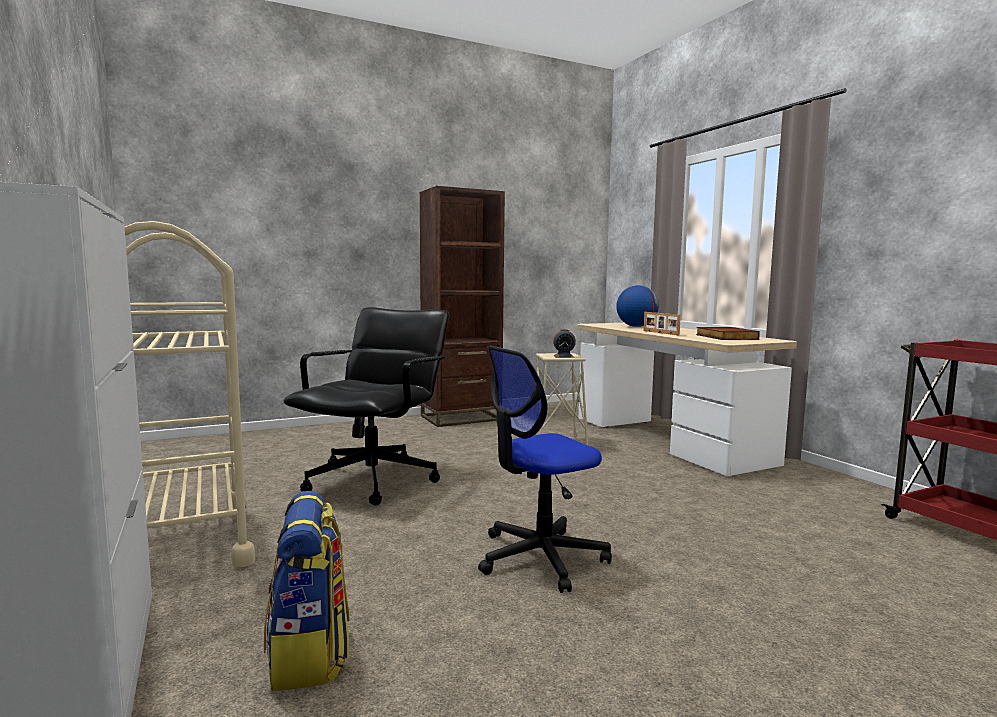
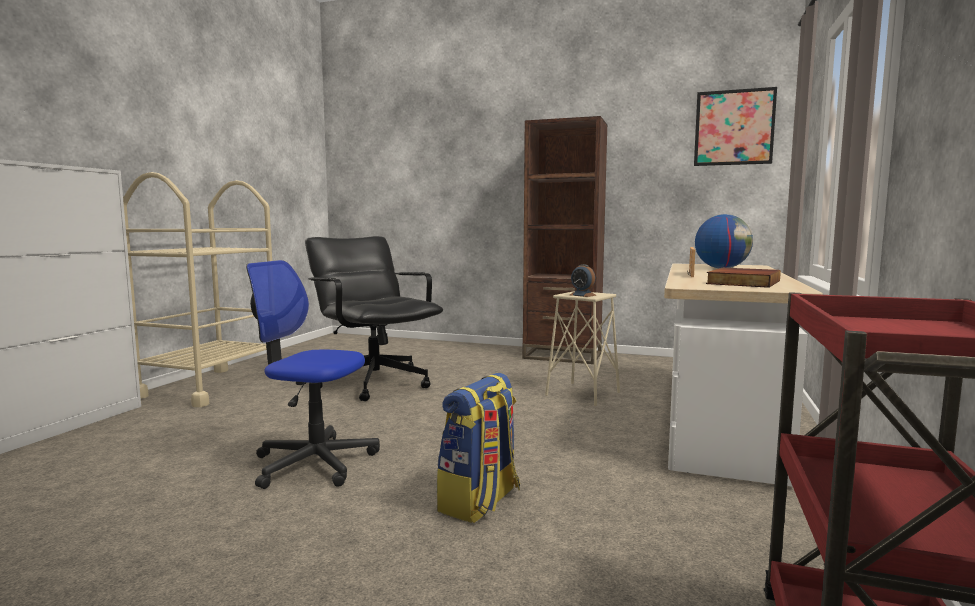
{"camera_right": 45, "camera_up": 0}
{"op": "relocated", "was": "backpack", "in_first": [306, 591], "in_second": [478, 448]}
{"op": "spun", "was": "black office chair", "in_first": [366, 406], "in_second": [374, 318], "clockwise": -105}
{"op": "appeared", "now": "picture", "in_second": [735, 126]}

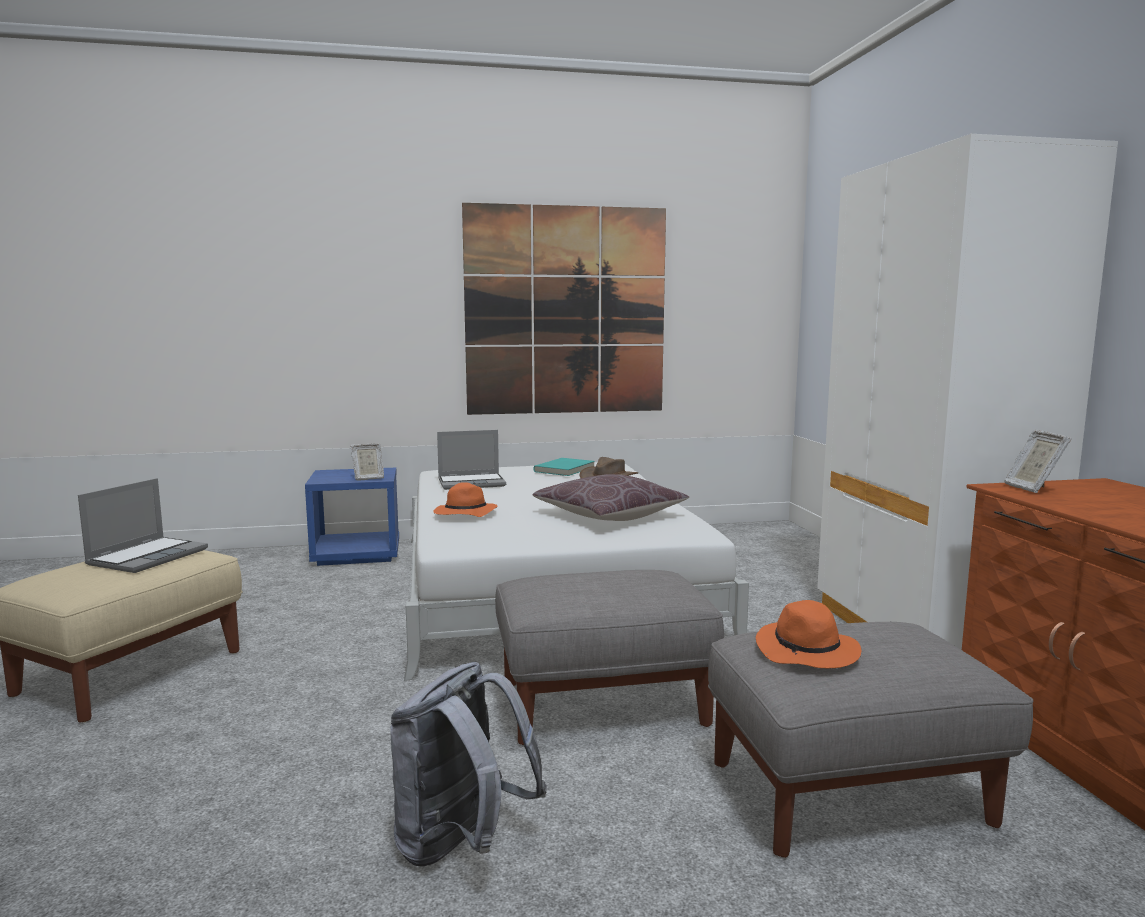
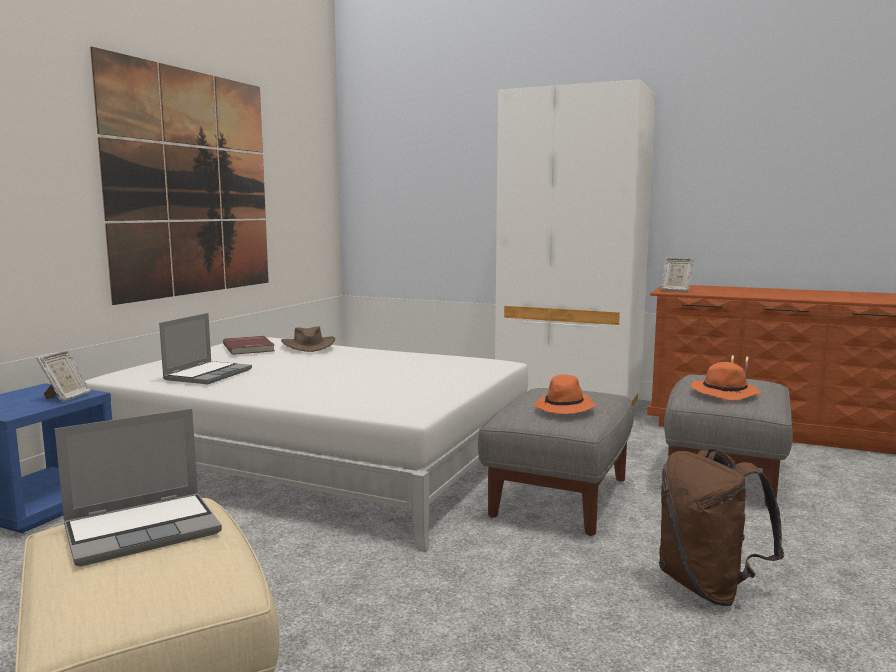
{"camera_right": -55, "camera_up": 0}
{"op": "spun", "was": "laptop", "in_first": [143, 525], "in_second": [138, 488], "clockwise": 90}
{"op": "colour", "was": "grey backpack", "now": "brown backpack", "in_first": [468, 764], "in_second": [721, 527]}
{"op": "relocated", "was": "orange hat", "in_first": [465, 499], "in_second": [565, 394]}
{"op": "missing", "was": "brown pillow", "in_first": [610, 497]}
{"op": "colour", "was": "turquoise book", "now": "red book", "in_first": [564, 467], "in_second": [249, 345]}

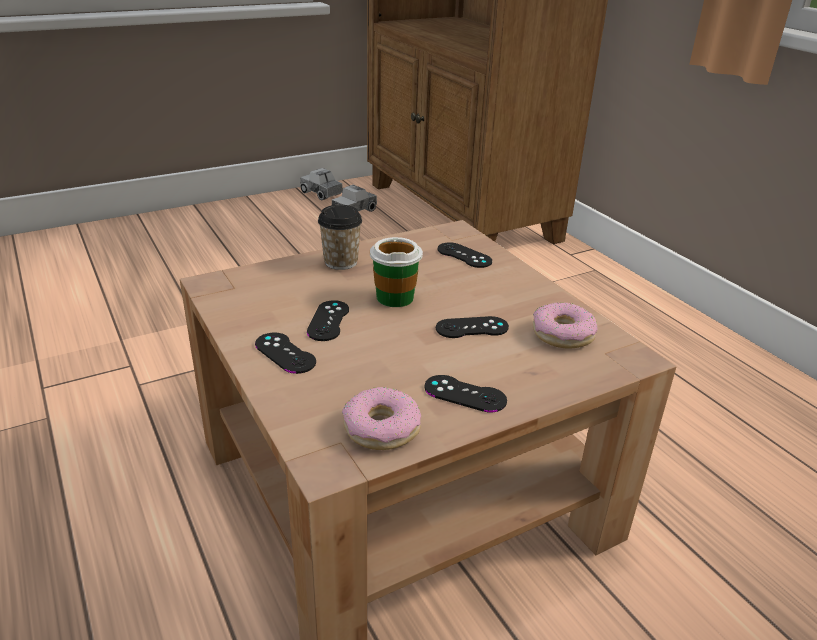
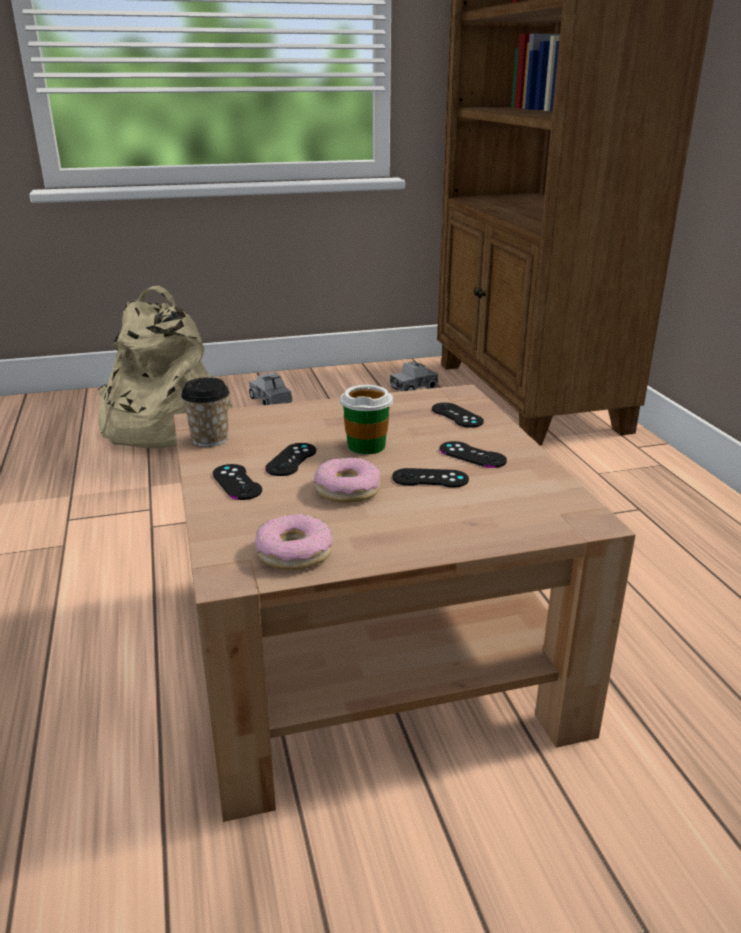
{"camera_right": 15, "camera_up": -5}
{"op": "relocated", "was": "toy truck", "in_first": [321, 184], "in_second": [270, 388]}
{"op": "relocated", "was": "cup", "in_first": [340, 237], "in_second": [205, 412]}
{"op": "relocated", "was": "black game controller", "in_first": [466, 393], "in_second": [473, 454]}
{"op": "relocated", "was": "donut", "in_first": [565, 325], "in_second": [347, 480]}
{"op": "appeared", "now": "beige backpack", "in_second": [165, 367]}

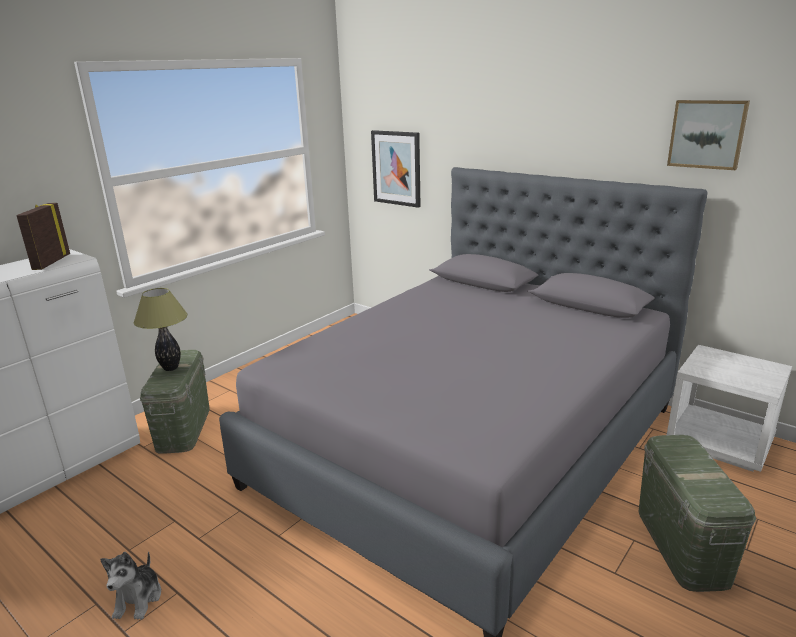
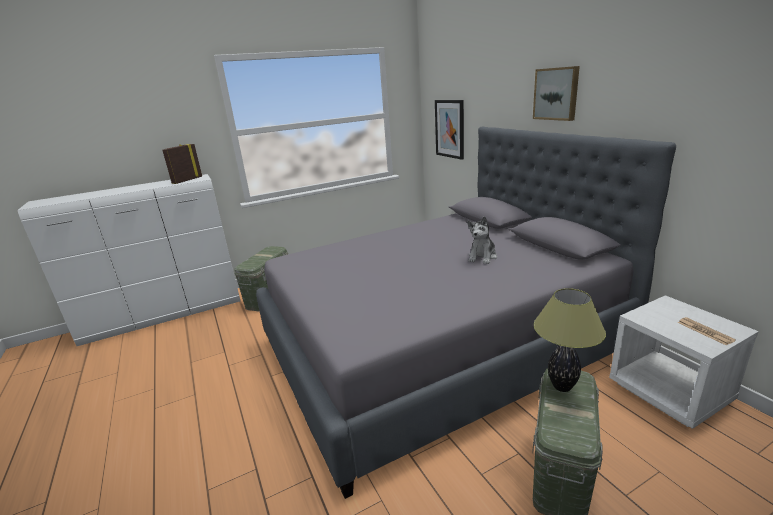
{"camera_right": 25, "camera_up": 0}
{"op": "relocated", "was": "plush toy", "in_first": [130, 586], "in_second": [482, 240]}
{"op": "relocated", "was": "table lamp", "in_first": [161, 329], "in_second": [570, 340]}
{"op": "relocated", "was": "picture", "in_first": [708, 135], "in_second": [556, 93]}
{"op": "appeared", "now": "newspaper", "in_second": [707, 331]}

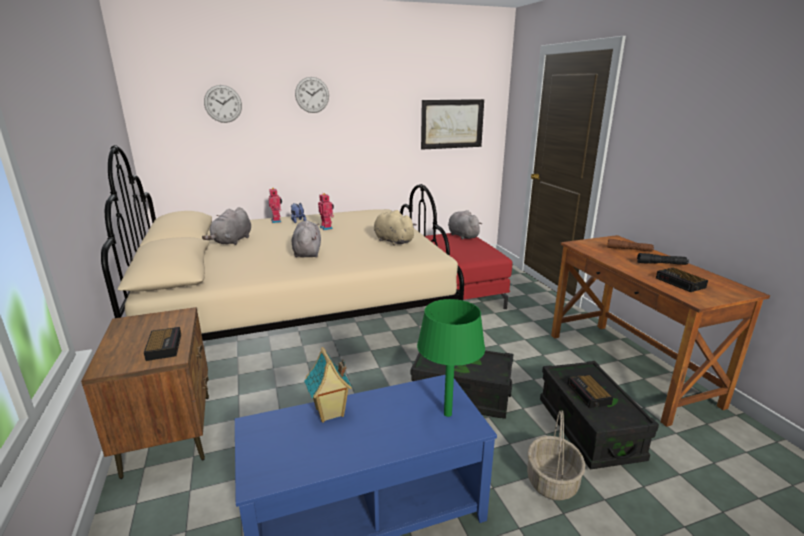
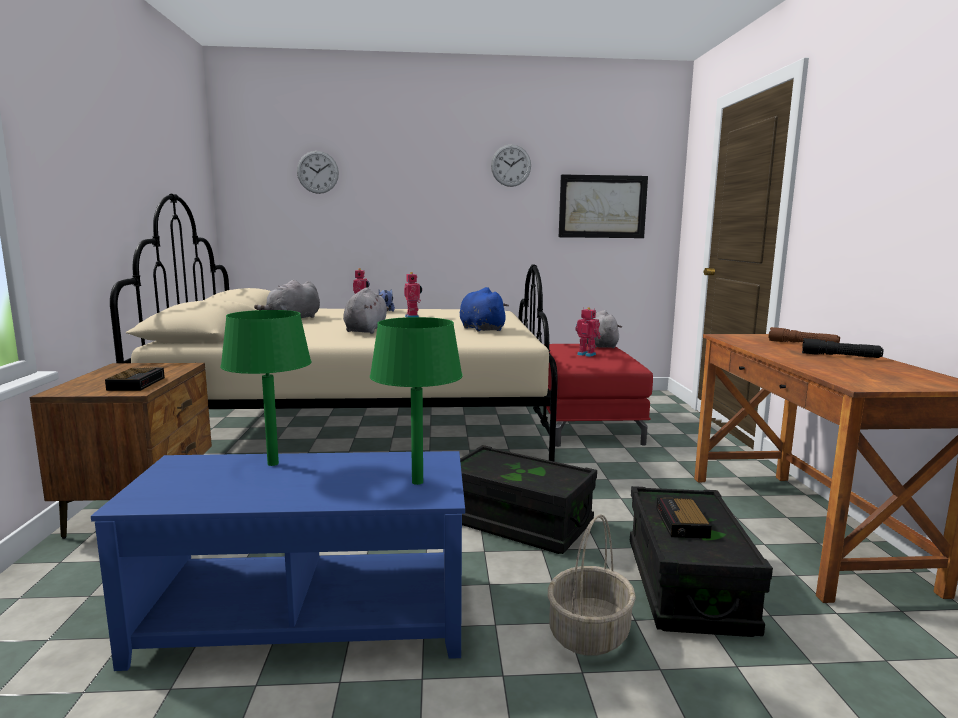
{"camera_right": 15, "camera_up": -10}
{"op": "relocated", "was": "wall clock", "in_first": [312, 95], "in_second": [511, 165]}
{"op": "exchanged", "was": "toy house", "now": "green table lamp", "in_first": [328, 384], "in_second": [265, 388]}
{"op": "colour", "was": "beige plush toy", "now": "blue plush toy", "in_first": [395, 228], "in_second": [484, 309]}
{"op": "missing", "was": "alarm clock", "in_first": [682, 279]}
{"op": "appeared", "now": "toy robot", "in_second": [588, 332]}

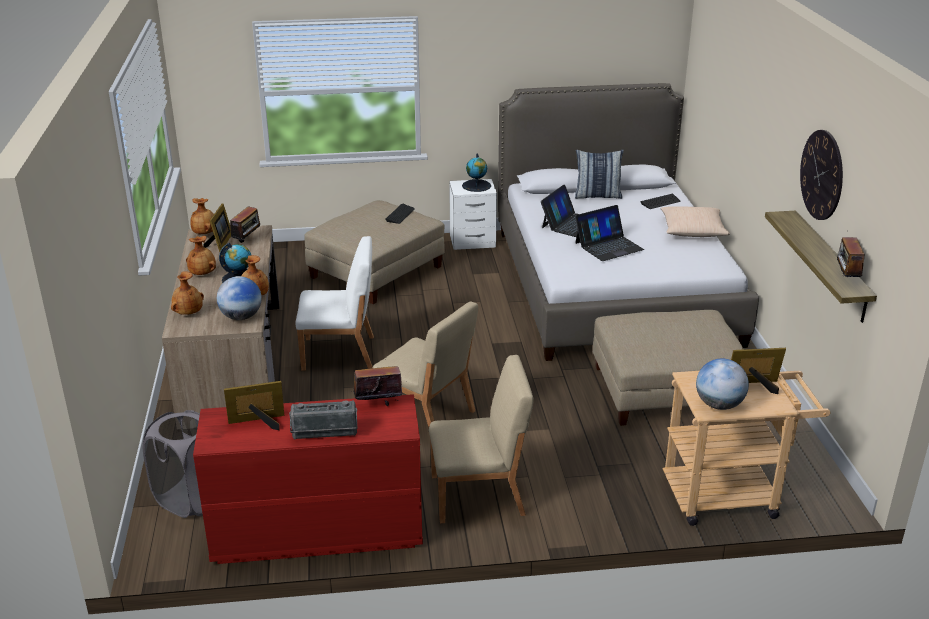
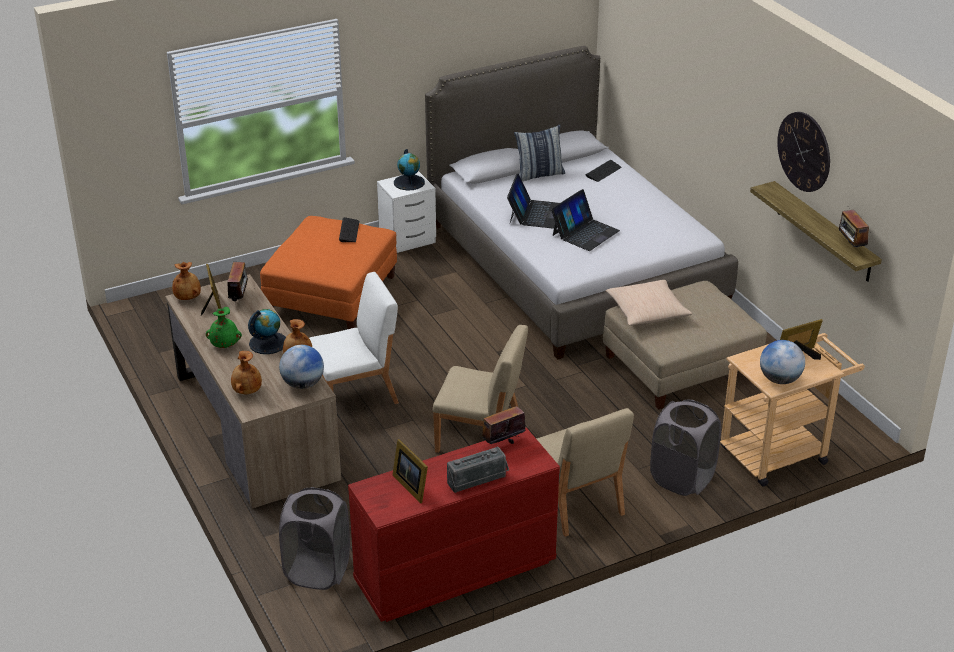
{"camera_right": -20, "camera_up": 5}
{"op": "colour", "was": "brown vase", "now": "green vase", "in_first": [201, 255], "in_second": [224, 327]}
{"op": "spun", "was": "picture frame", "in_first": [254, 405], "in_second": [410, 471], "clockwise": -90}
{"op": "colour", "was": "beige ottoman", "now": "orange ottoman", "in_first": [374, 252], "in_second": [328, 272]}
{"op": "spun", "was": "beige chair", "in_first": [481, 439], "in_second": [585, 472], "clockwise": 90}
{"op": "relocated", "was": "beige pillow", "in_first": [695, 221], "in_second": [648, 303]}
{"op": "appeared", "now": "grey laundry basket", "in_second": [685, 448]}

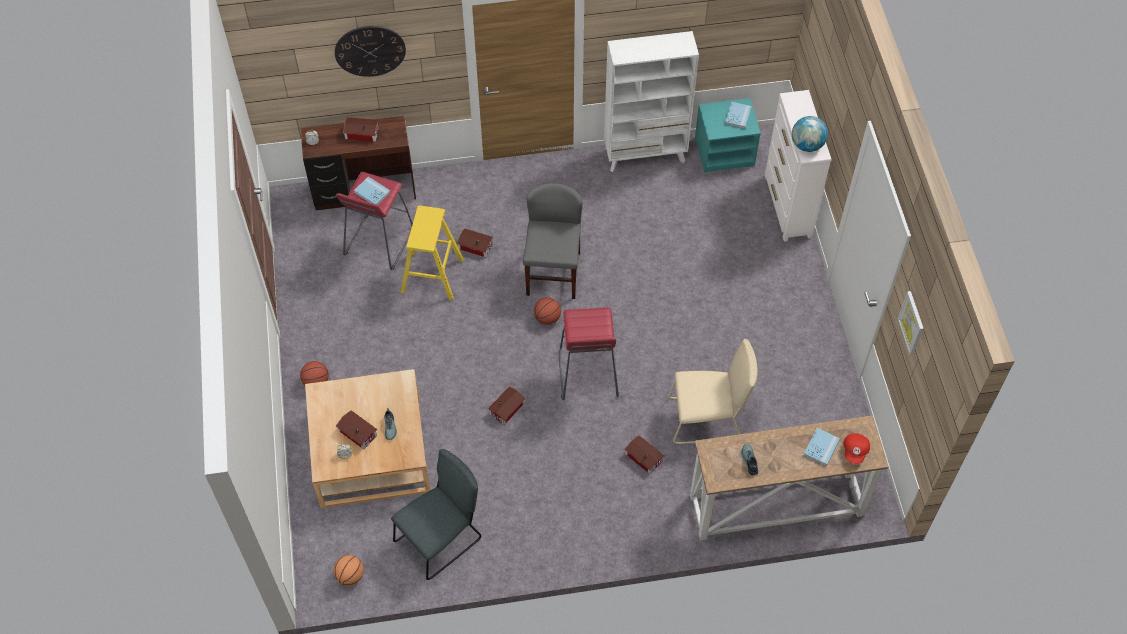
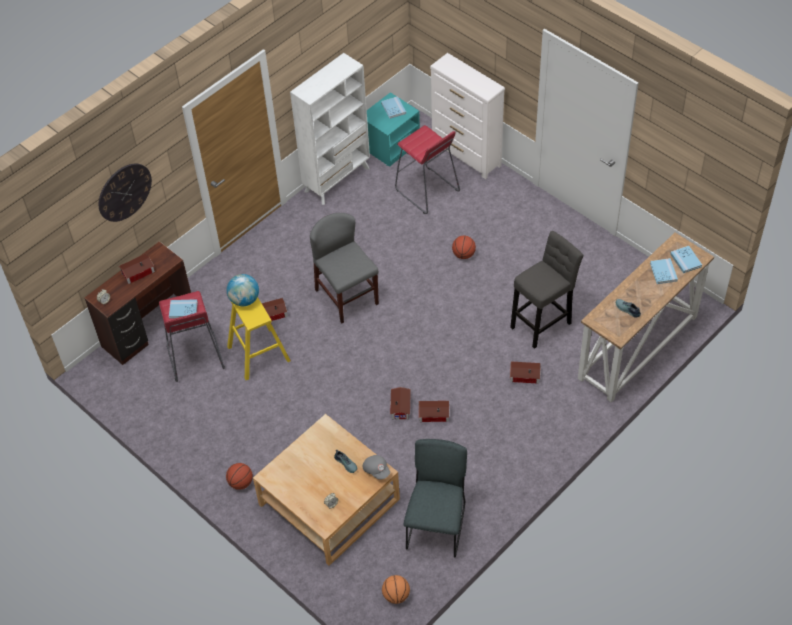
{"camera_right": -35, "camera_up": -5}
{"op": "relocated", "was": "toy house", "in_first": [357, 430], "in_second": [434, 411]}
{"op": "relocated", "was": "basketball", "in_first": [547, 311], "in_second": [464, 247]}
{"op": "relocated", "was": "red stool", "in_first": [589, 353], "in_second": [427, 169]}
{"op": "exchanged", "was": "beige chair", "now": "grey stool", "in_first": [713, 391], "in_second": [546, 290]}
{"op": "relocated", "was": "globe", "in_first": [810, 134], "in_second": [243, 290]}
{"op": "exchanged", "was": "red cap", "now": "blue book", "in_first": [856, 448], "in_second": [686, 259]}
{"op": "missing", "was": "picture", "in_first": [911, 323]}
{"op": "appeared", "now": "grey cap", "in_second": [376, 467]}

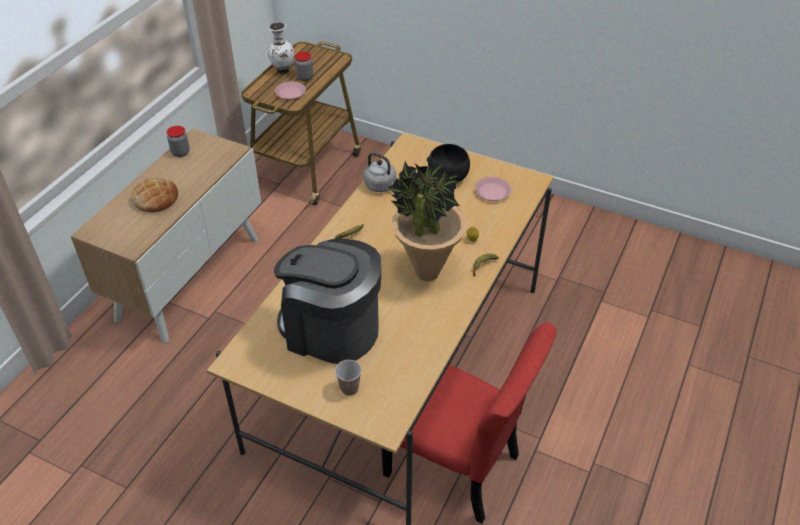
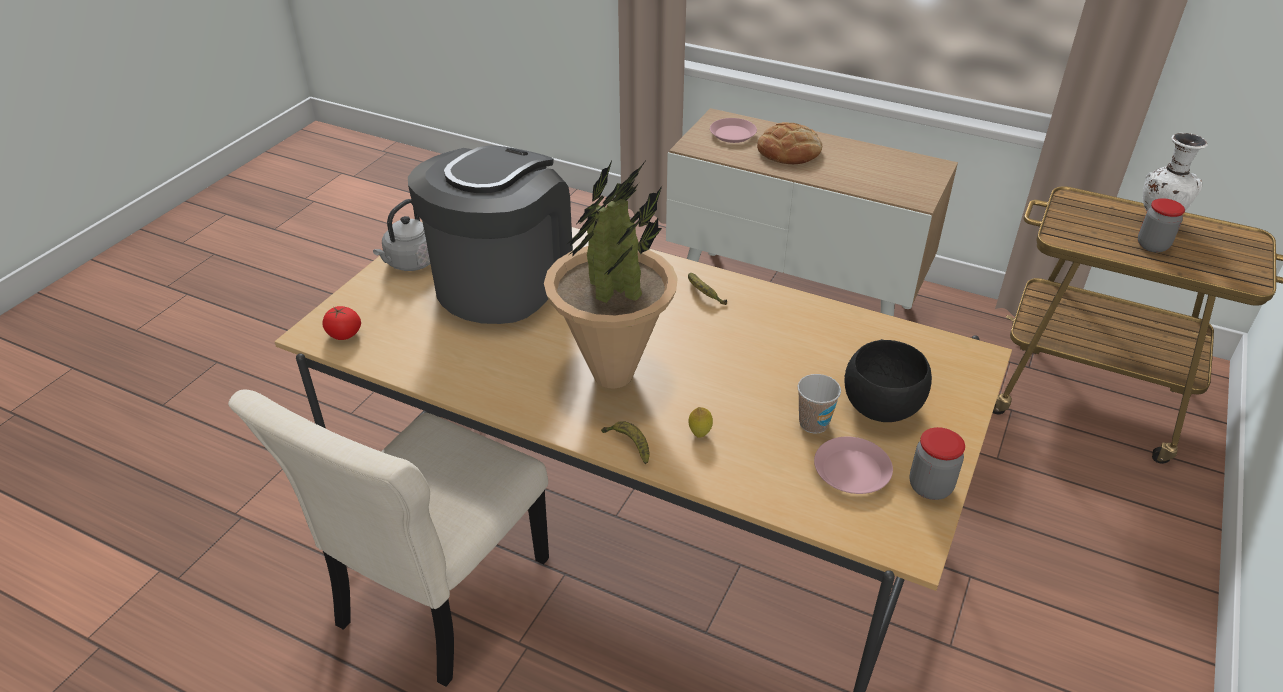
{"camera_right": 90, "camera_up": -5}
{"op": "relocated", "was": "jar", "in_first": [178, 141], "in_second": [937, 463]}
{"op": "relocated", "was": "pink plate", "in_first": [290, 90], "in_second": [733, 130]}
{"op": "relocated", "was": "cup", "in_first": [348, 378], "in_second": [819, 404]}
{"op": "relocated", "was": "grey kettle", "in_first": [382, 172], "in_second": [401, 235]}
{"op": "colour", "was": "red chair", "now": "beige chair", "in_first": [469, 423], "in_second": [388, 538]}
{"op": "appeared", "now": "tomato", "in_second": [341, 323]}

